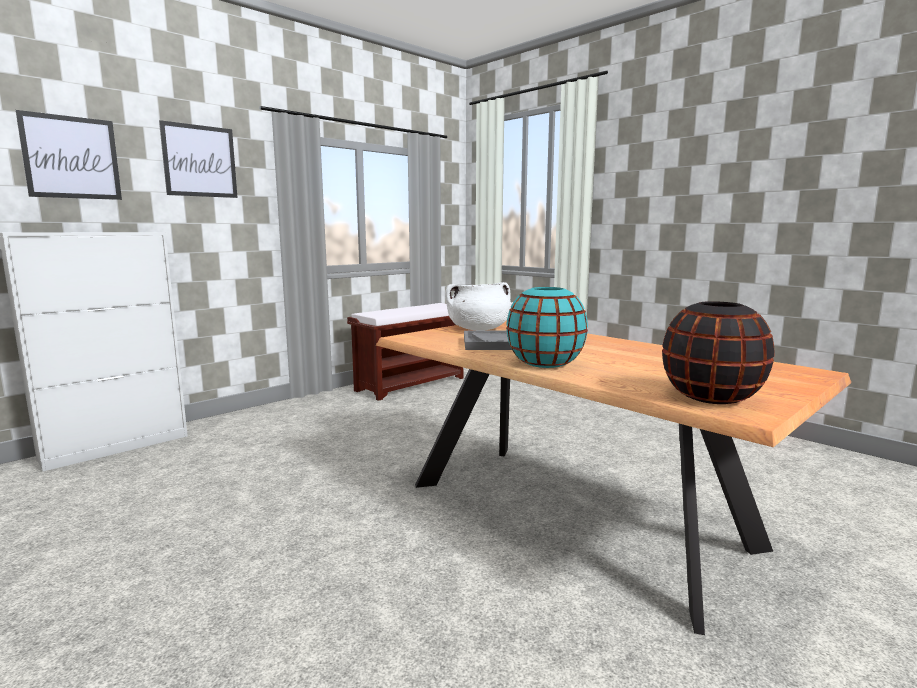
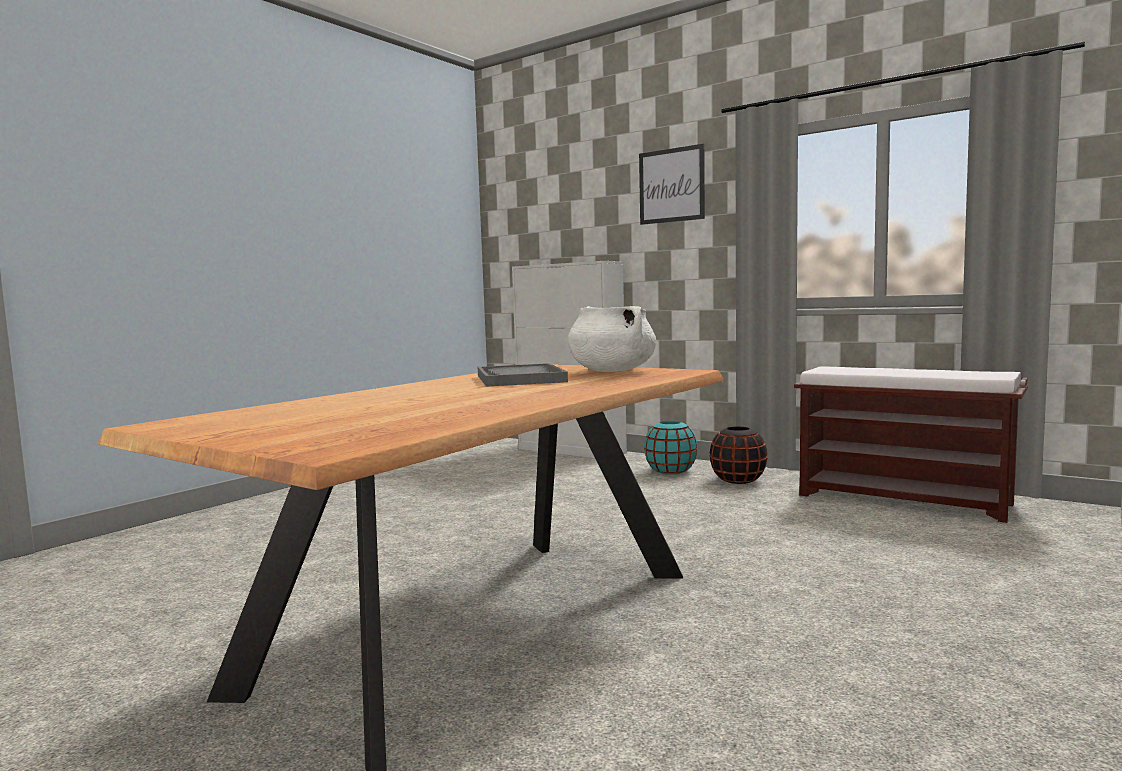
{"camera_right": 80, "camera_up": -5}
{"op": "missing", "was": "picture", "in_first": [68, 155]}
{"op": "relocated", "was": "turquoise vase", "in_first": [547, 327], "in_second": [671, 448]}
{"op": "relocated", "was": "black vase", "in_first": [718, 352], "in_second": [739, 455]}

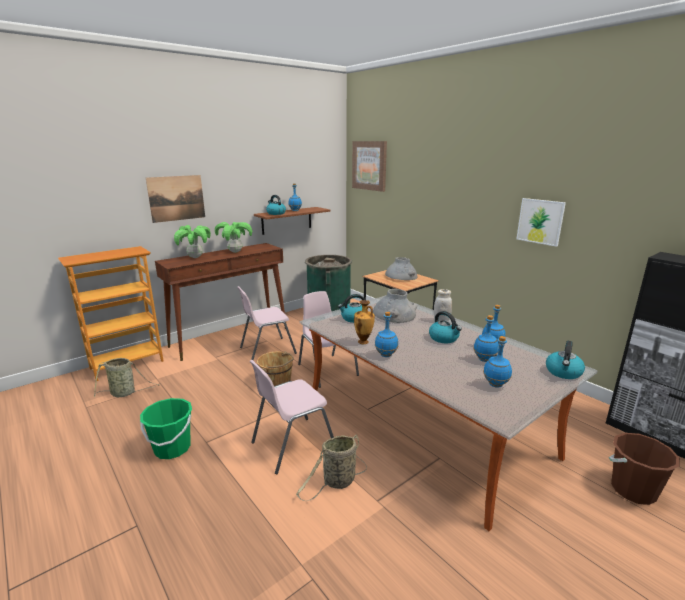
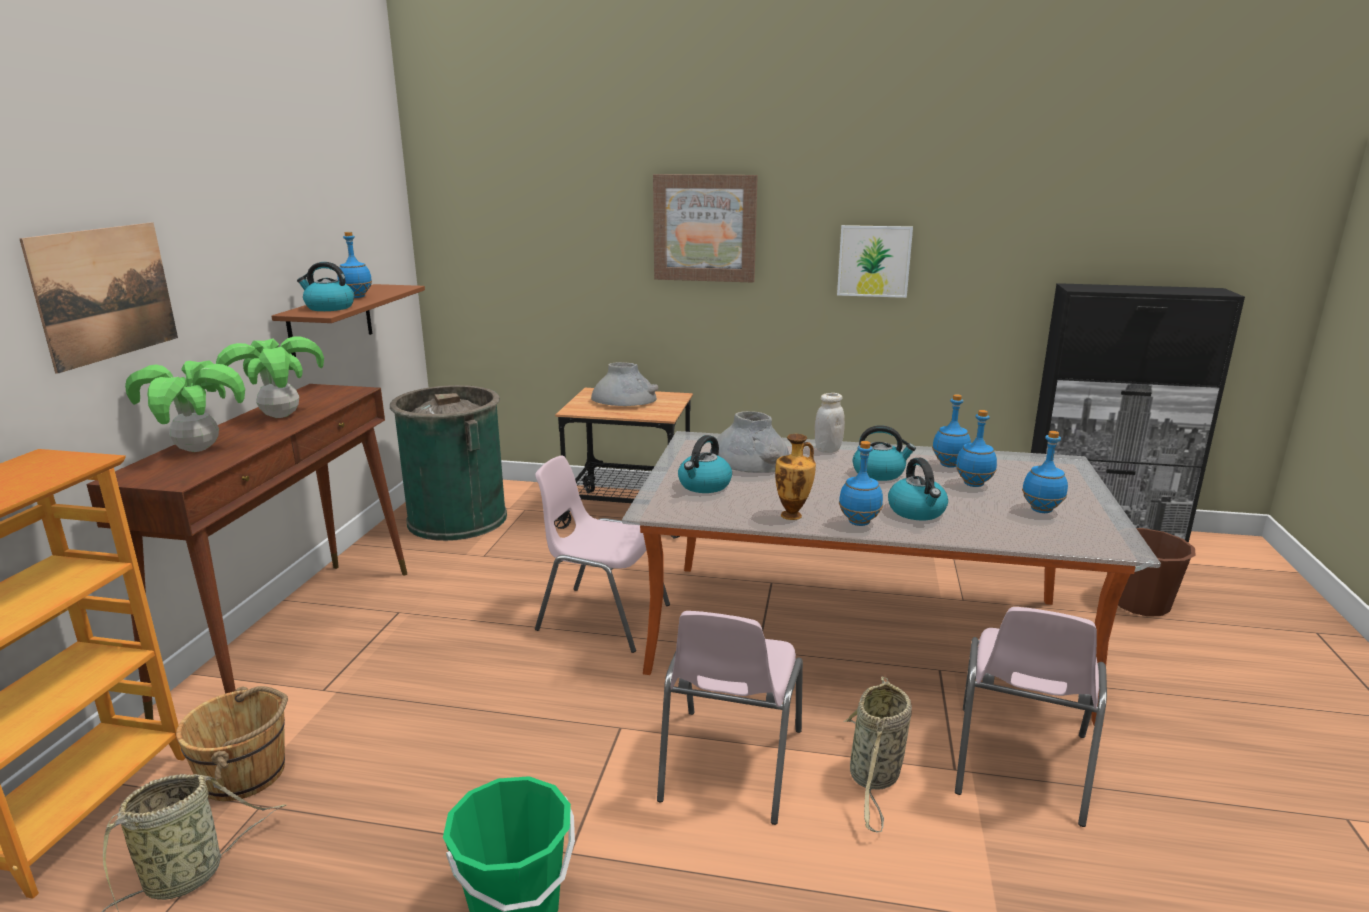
{"camera_right": -40, "camera_up": 0}
{"op": "relocated", "was": "pink chair", "in_first": [267, 323], "in_second": [1031, 717]}
{"op": "relocated", "was": "brown bucket", "in_first": [275, 368], "in_second": [232, 743]}
{"op": "relocated", "was": "picture", "in_first": [369, 166], "in_second": [705, 228]}
{"op": "relocated", "was": "kettle", "in_first": [565, 360], "in_second": [918, 489]}

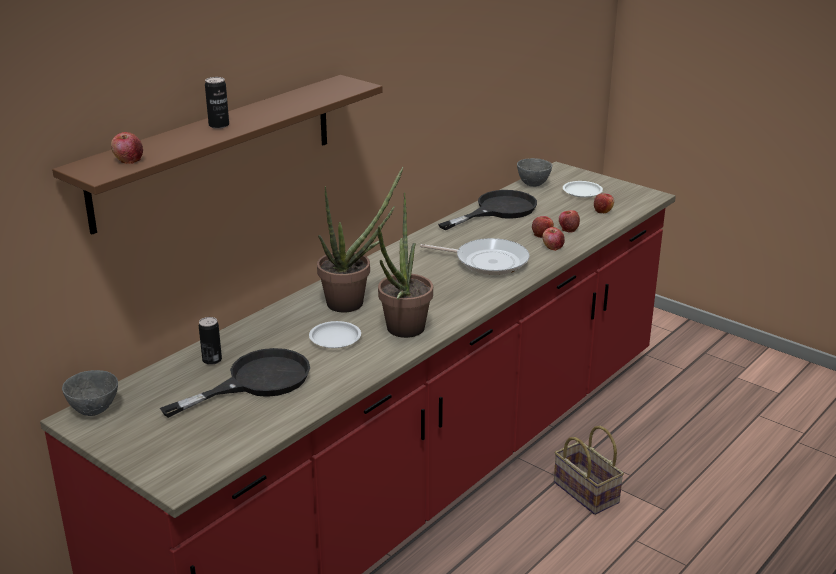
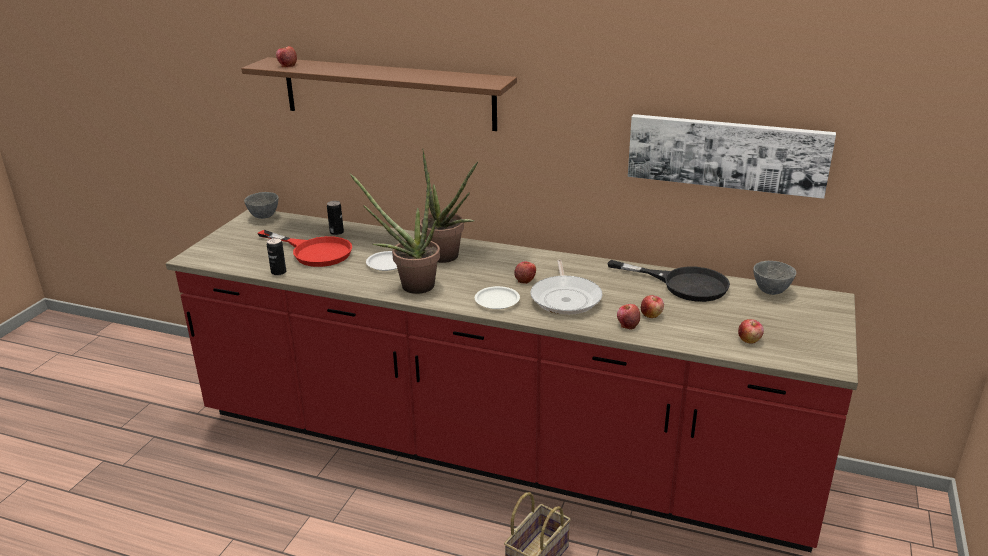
{"camera_right": 70, "camera_up": 0}
{"op": "colour", "was": "black frying pan", "now": "red frying pan", "in_first": [235, 383], "in_second": [304, 248]}
{"op": "relocated", "was": "can", "in_first": [217, 103], "in_second": [276, 256]}
{"op": "relocated", "was": "apple", "in_first": [569, 221], "in_second": [525, 272]}
{"op": "relocated", "was": "white plate", "in_first": [583, 189], "in_second": [497, 297]}
{"op": "appeared", "now": "picture", "in_second": [732, 156]}

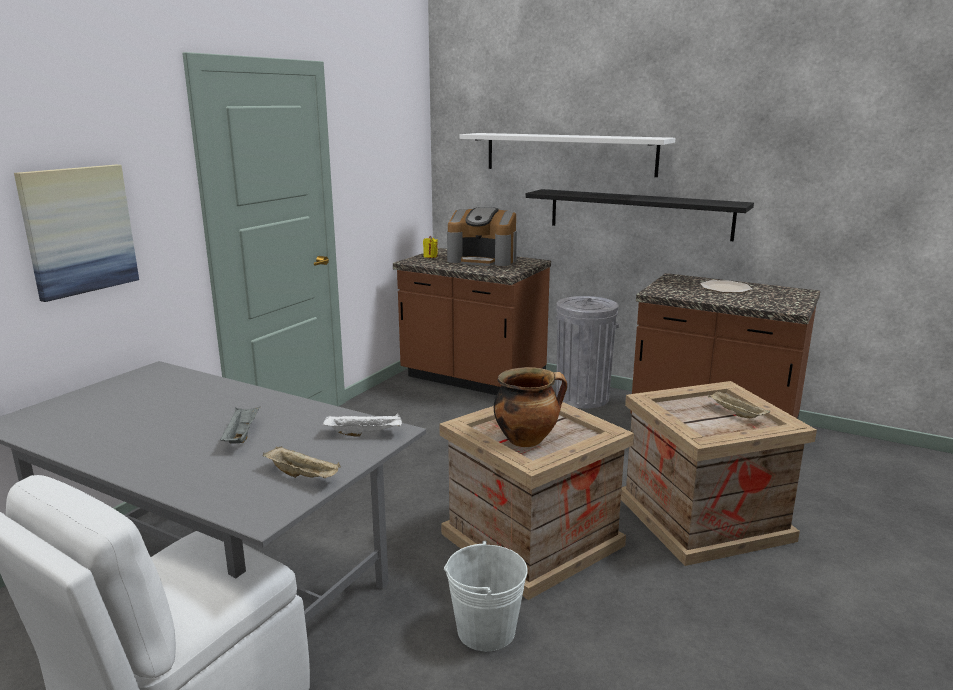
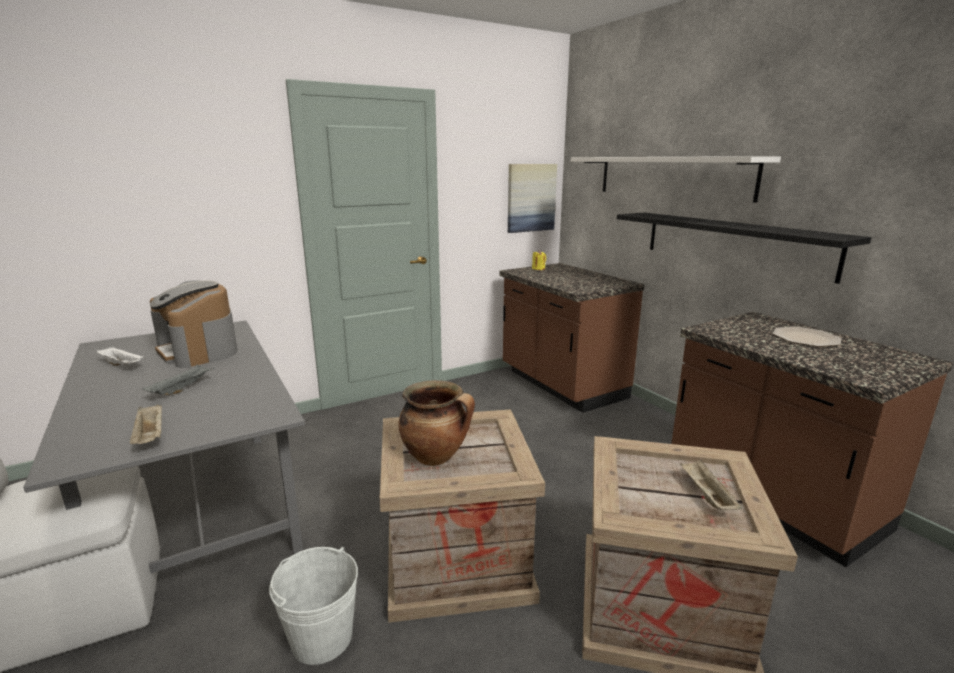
{"camera_right": 30, "camera_up": 0}
{"op": "relocated", "was": "picture", "in_first": [76, 233], "in_second": [532, 198]}
{"op": "relocated", "was": "white tray", "in_first": [362, 425], "in_second": [120, 356]}
{"op": "relocated", "was": "coffee machine", "in_first": [482, 236], "in_second": [194, 324]}
{"op": "missing", "was": "grey trash can", "in_first": [587, 352]}

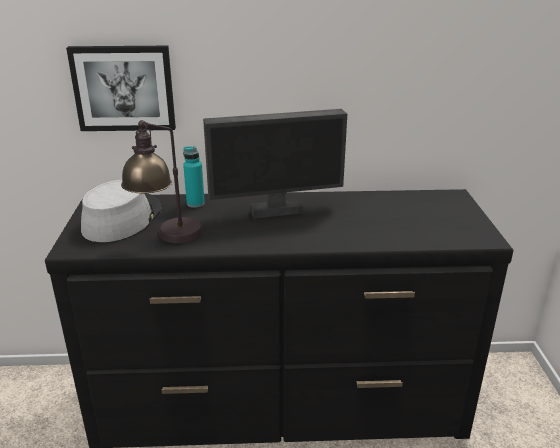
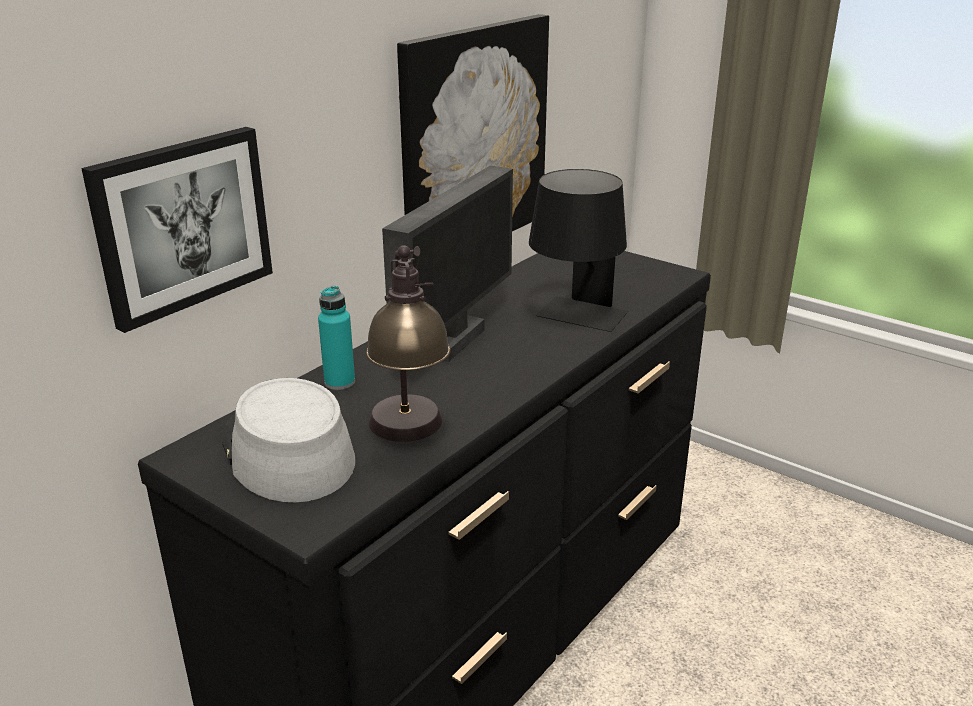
{"camera_right": -50, "camera_up": 0}
{"op": "appeared", "now": "picture", "in_second": [473, 123]}
{"op": "appeared", "now": "black table lamp", "in_second": [578, 250]}

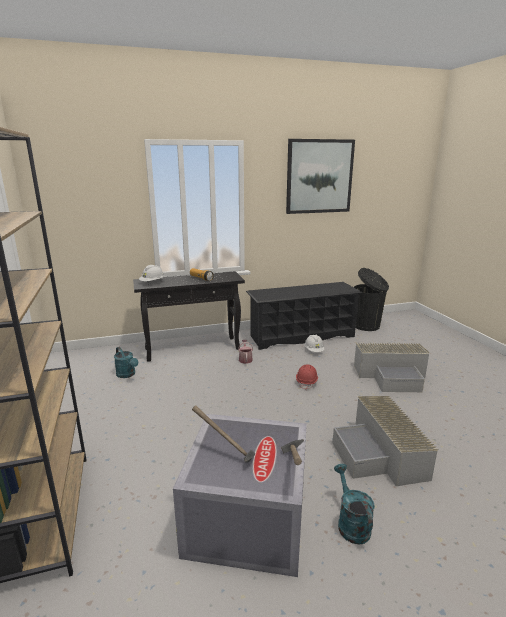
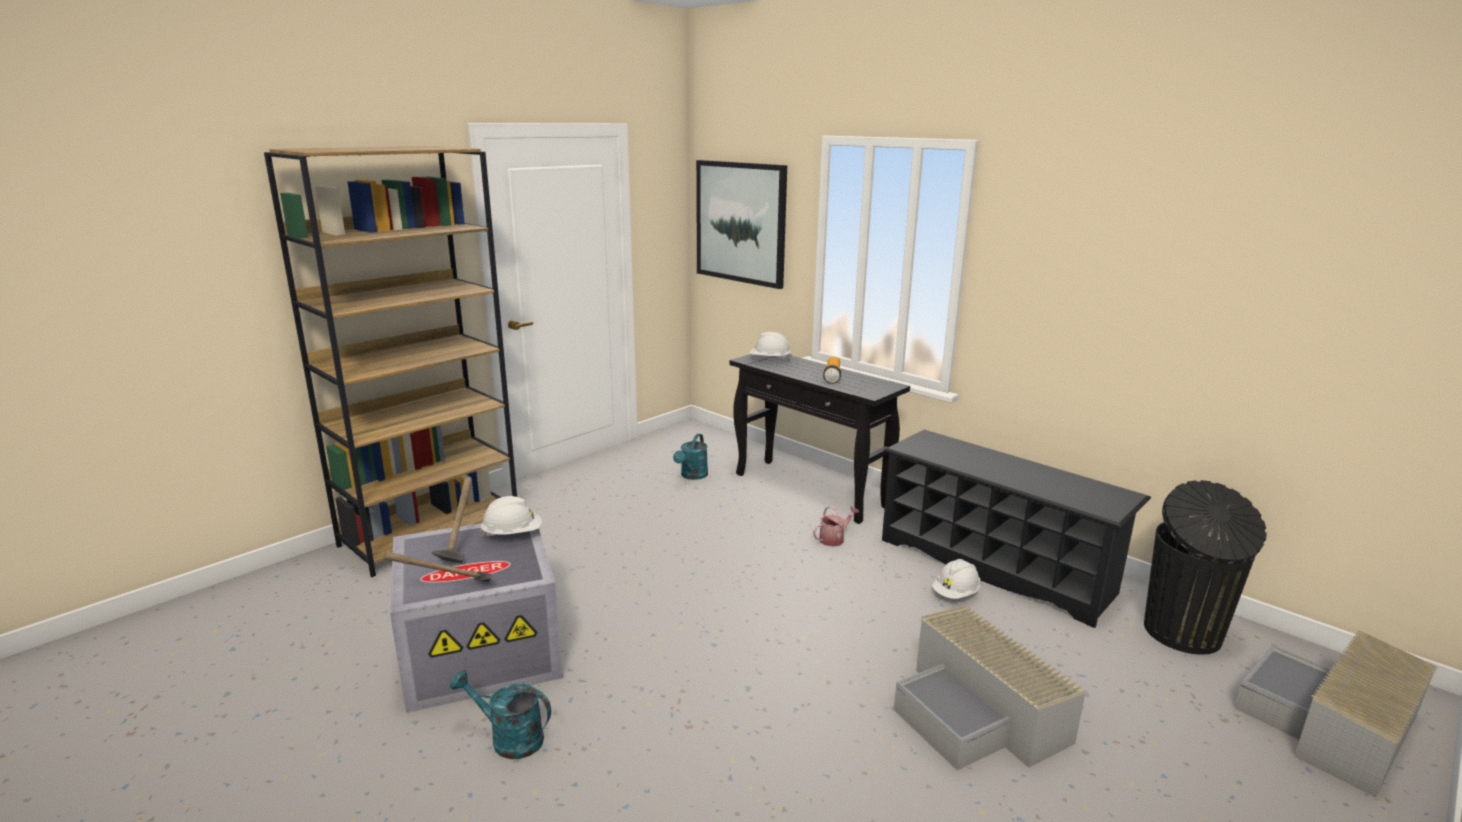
{"camera_right": 60, "camera_up": 0}
{"op": "relocated", "was": "picture", "in_first": [320, 176], "in_second": [741, 224]}
{"op": "missing", "was": "red hard hat", "in_first": [307, 377]}
{"op": "relocated", "was": "grey storage box", "in_first": [385, 441], "in_second": [1336, 713]}
{"op": "spun", "was": "turquoise watering can", "in_first": [354, 504], "in_second": [500, 714], "clockwise": -120}
{"op": "appeared", "now": "white hard hat", "in_second": [511, 516]}

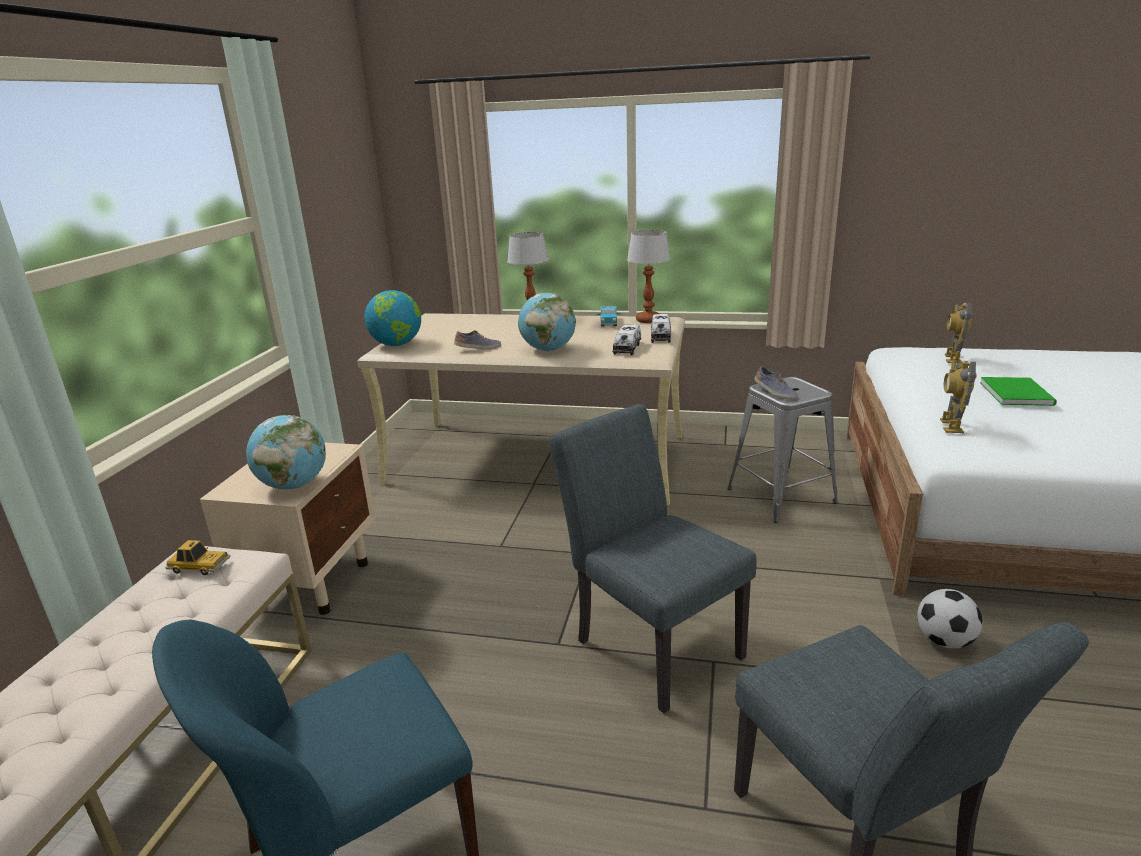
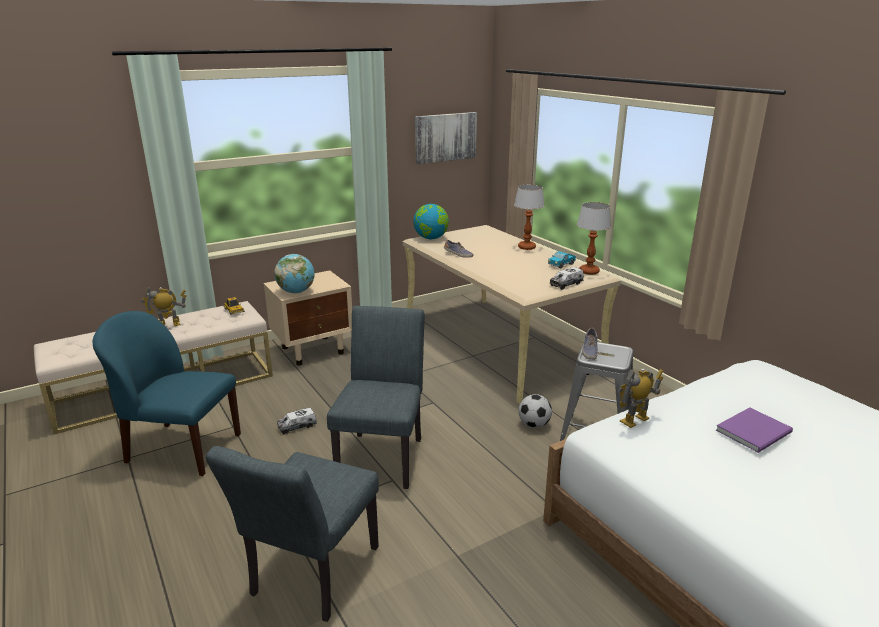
{"camera_right": 45, "camera_up": 0}
{"op": "missing", "was": "globe", "in_first": [547, 322]}
{"op": "relocated", "was": "toy truck", "in_first": [626, 340], "in_second": [297, 421]}
{"op": "relocated", "was": "football", "in_first": [950, 619], "in_second": [535, 411]}
{"op": "relocated", "was": "toy robot", "in_first": [959, 333], "in_second": [164, 306]}
{"op": "colour", "was": "green book", "now": "purple book", "in_first": [1018, 391], "in_second": [754, 430]}
{"op": "appeared", "now": "picture", "in_second": [446, 138]}

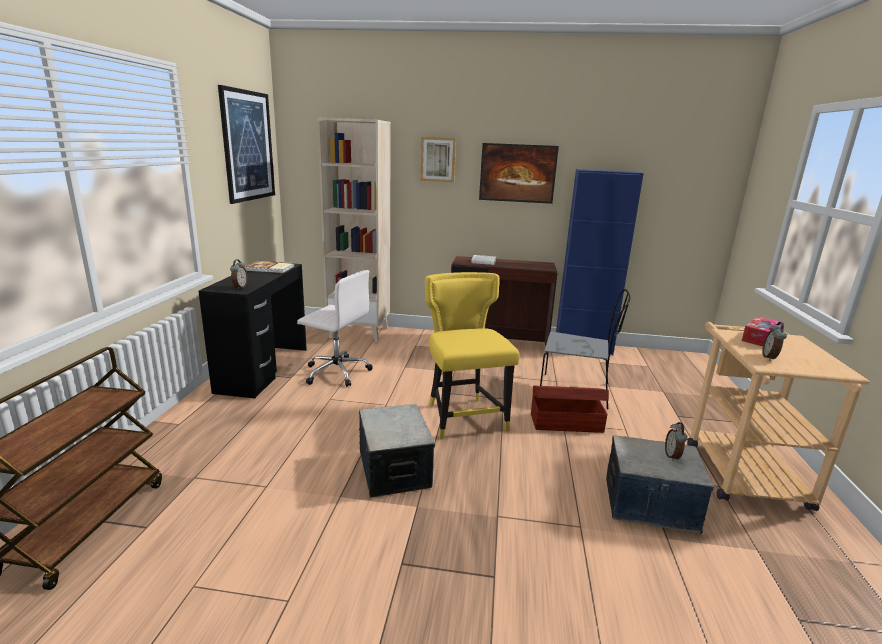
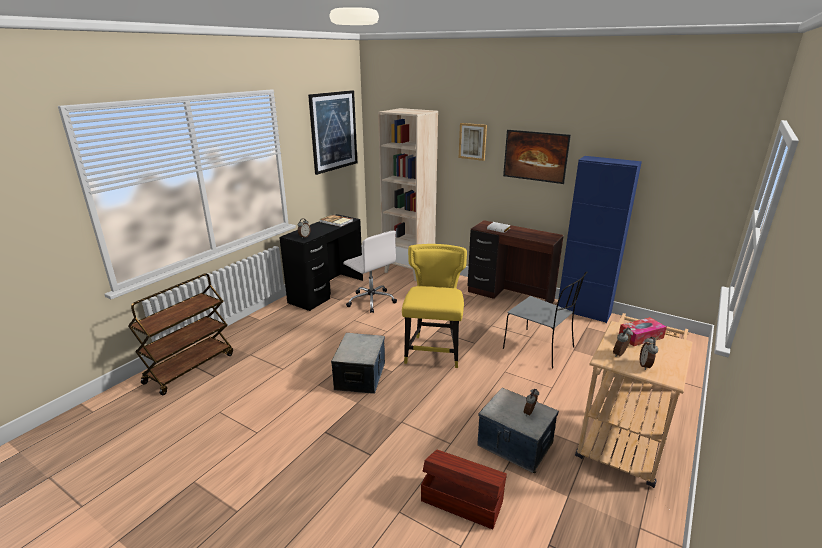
{"camera_right": 25, "camera_up": 5}
{"op": "relocated", "was": "brown storage box", "in_first": [570, 409], "in_second": [464, 489]}
{"op": "appeared", "now": "alarm clock", "in_second": [649, 353]}

